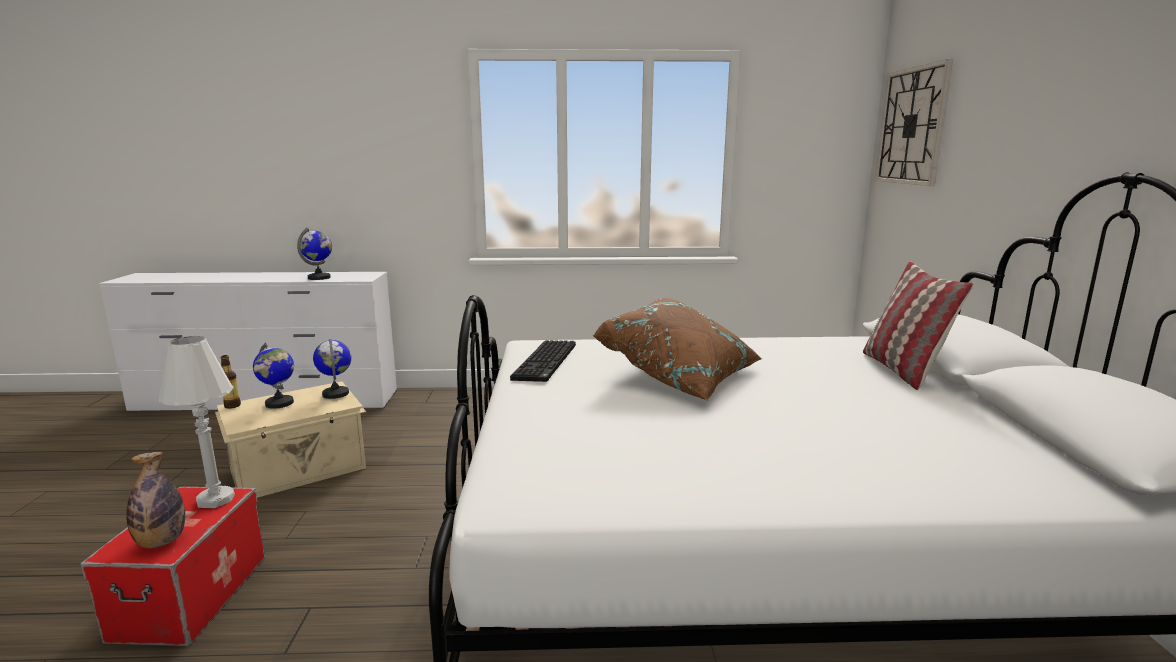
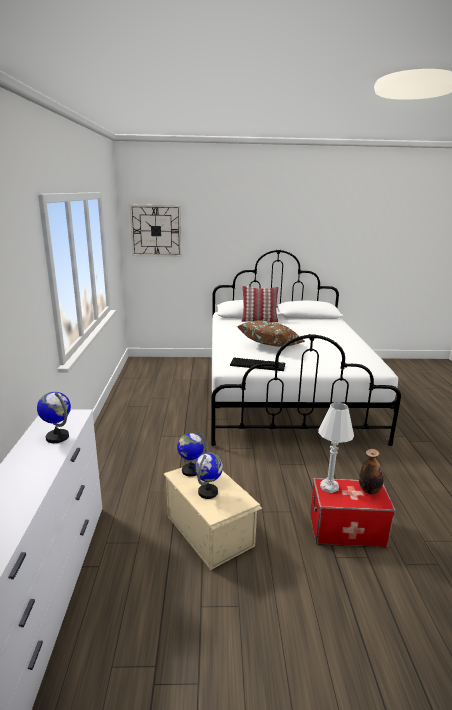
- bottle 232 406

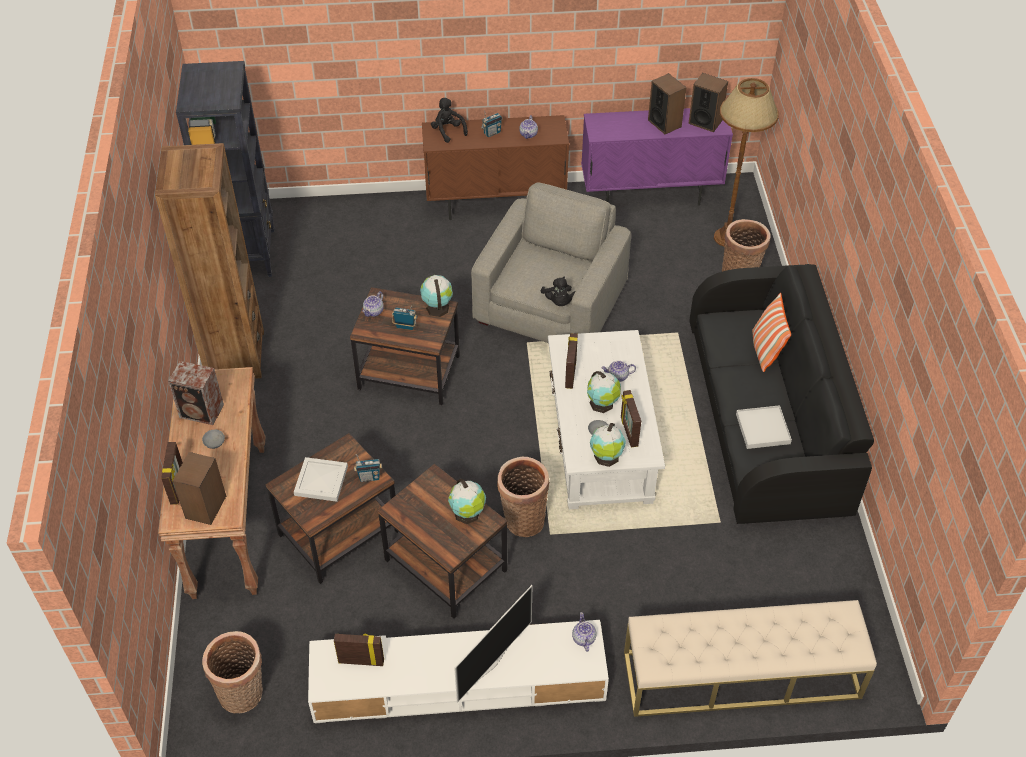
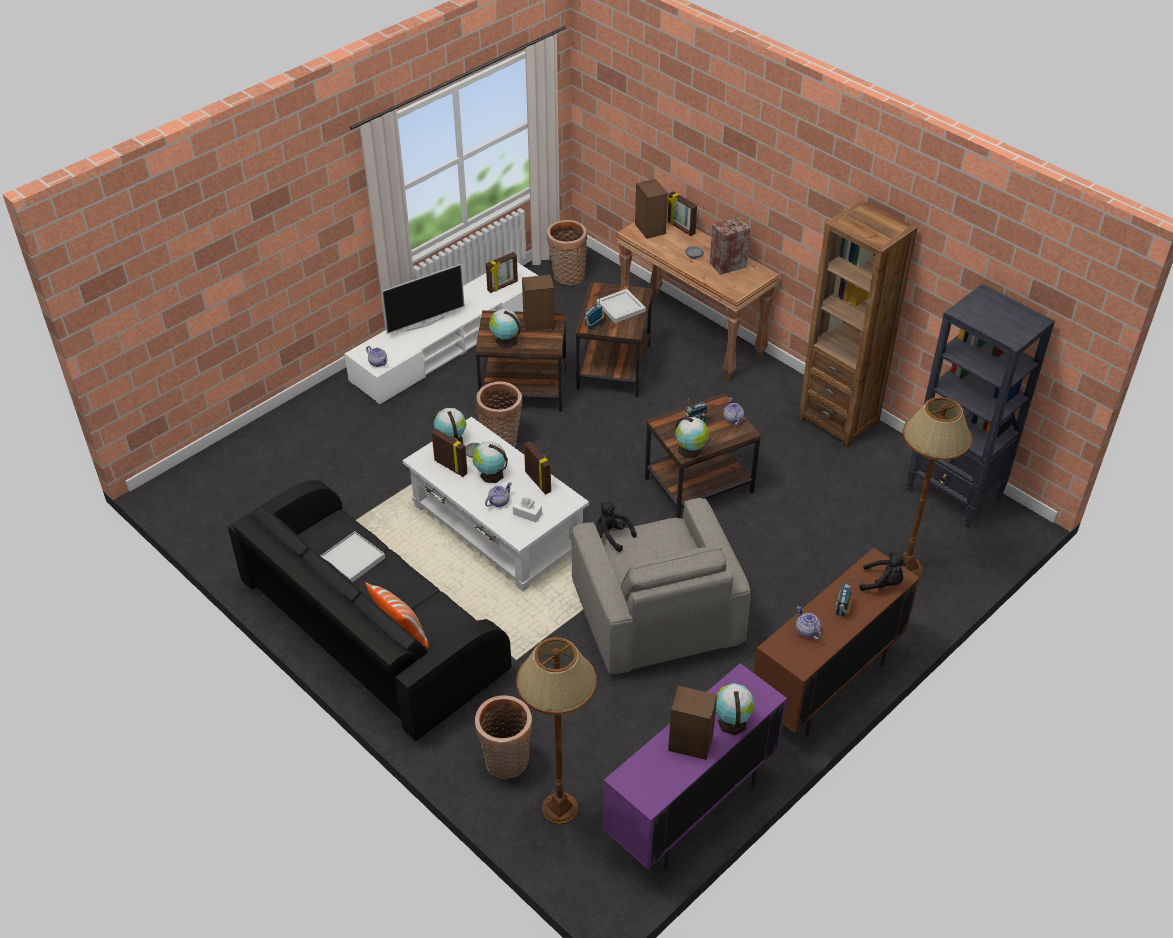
~ television 491 663 = 425 323 120 degrees counterclockwise
- bench (beige) 740 675
~ speaker 705 122 to 539 323
+ tissue box (white) 527 514
+ globe 732 721
+ floor lamp (brown) 906 568

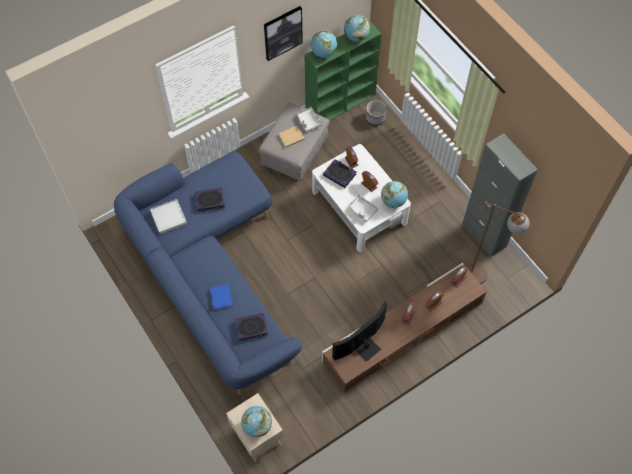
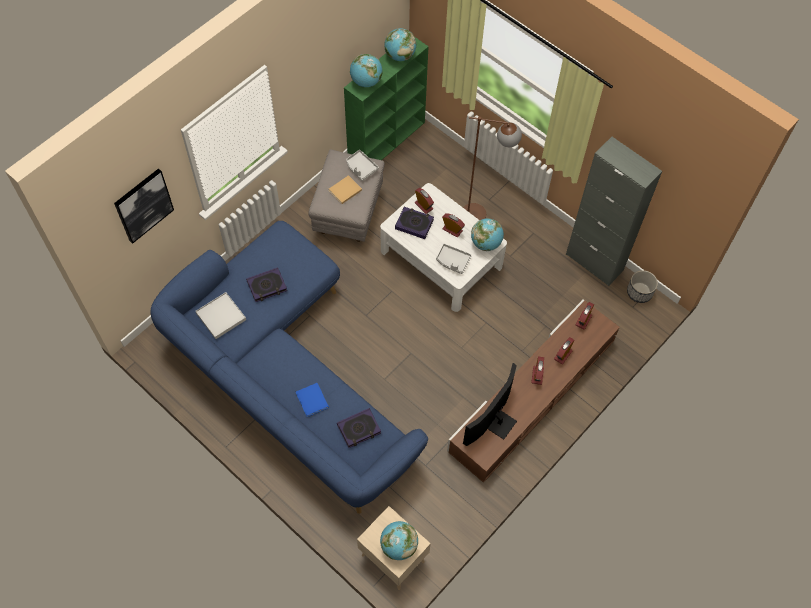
~ picture 282 32 to 143 205
~ planter 375 118 to 639 292
~ floor lamp (brown) 483 277 to 482 216

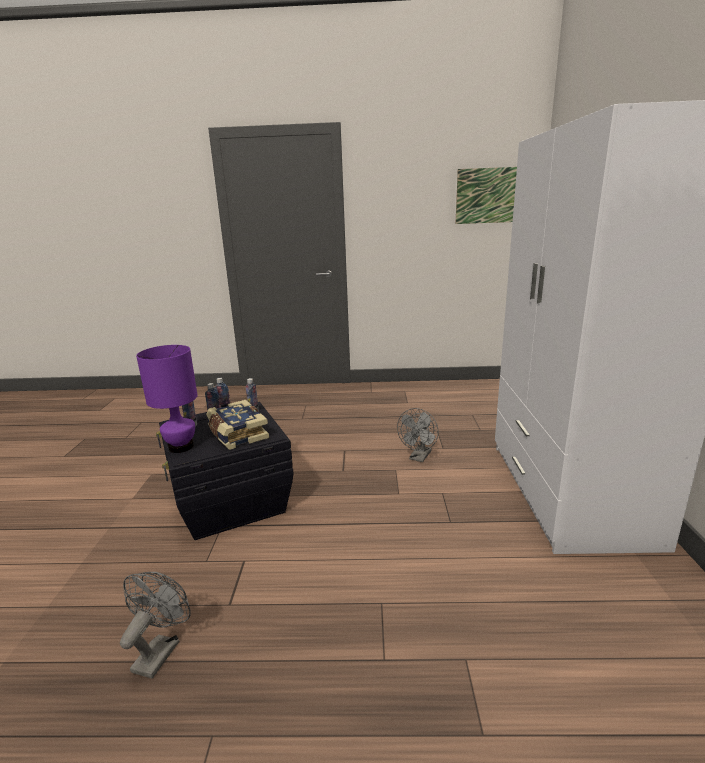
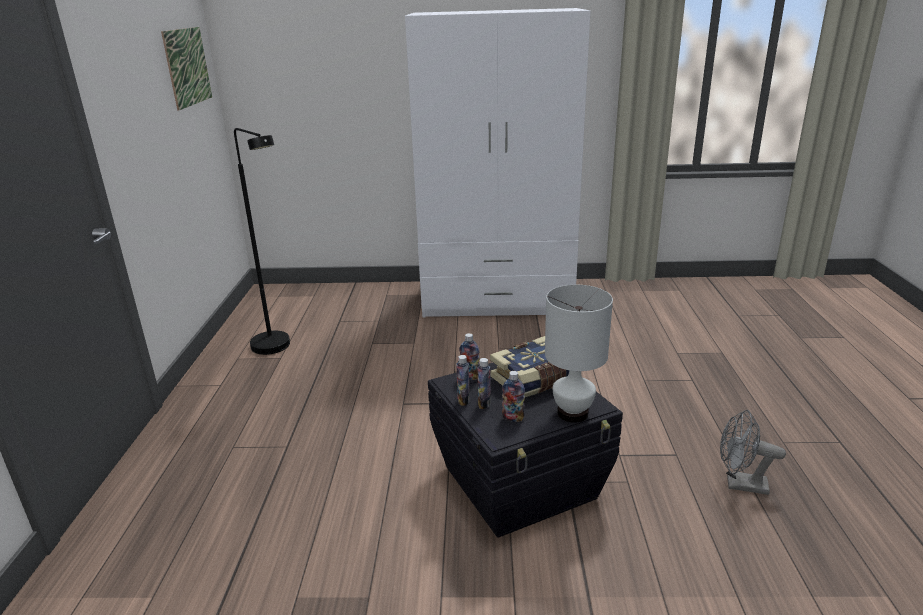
~ table lamp (purple) 181 446 to table lamp (white) 572 413
- fan (grey) 419 457
+ floor lamp (black) 277 348

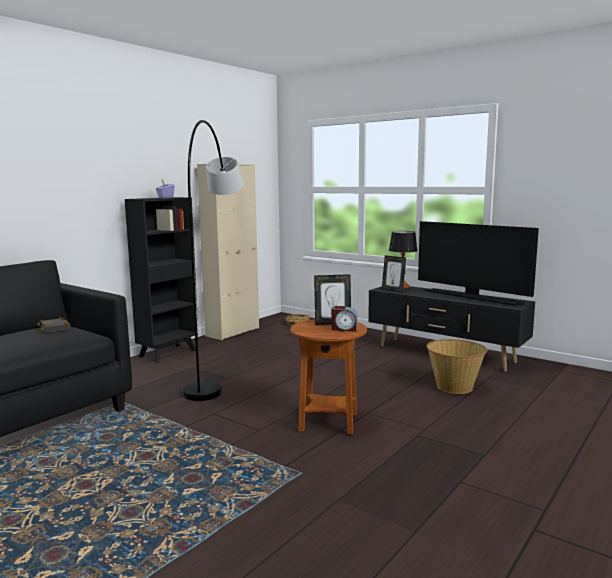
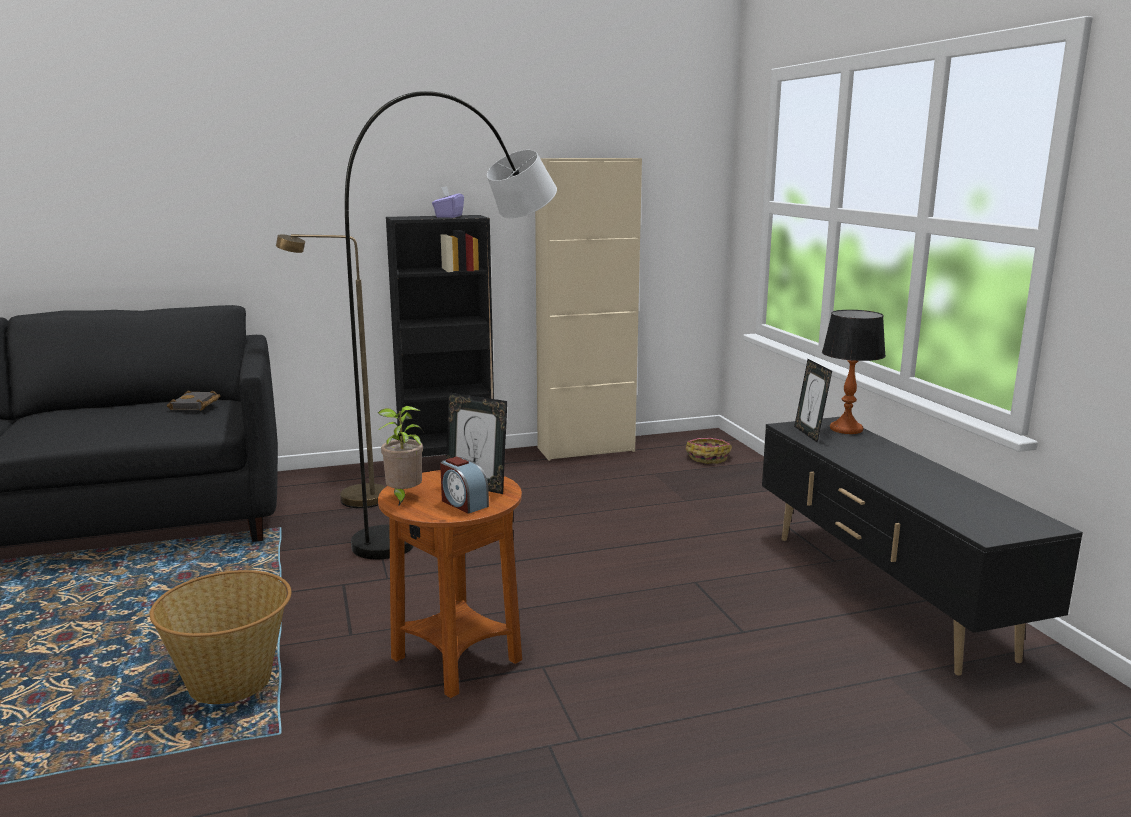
- television 472 297
~ basket 454 387 to 232 682
+ floor lamp (brown) 350 499
+ potted plant 403 497

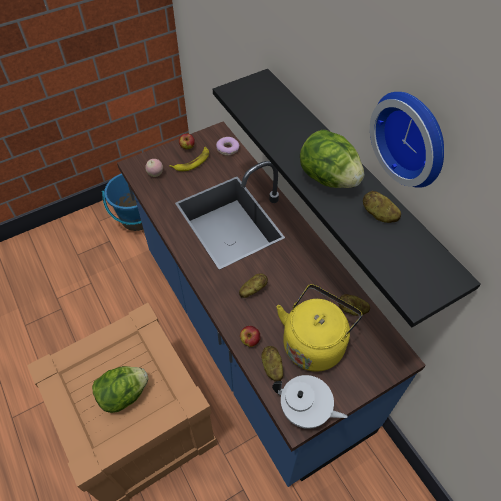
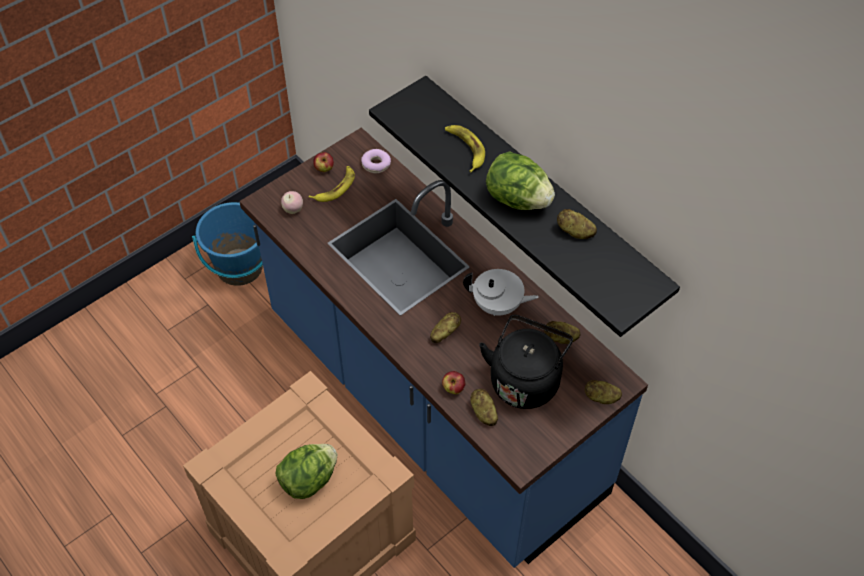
~ teapot (white) 305 410 to 498 305
~ kettle (yellow) 314 342 to kettle (black) 525 379
- wall clock 413 137
+ banana 465 149
+ potato 601 398

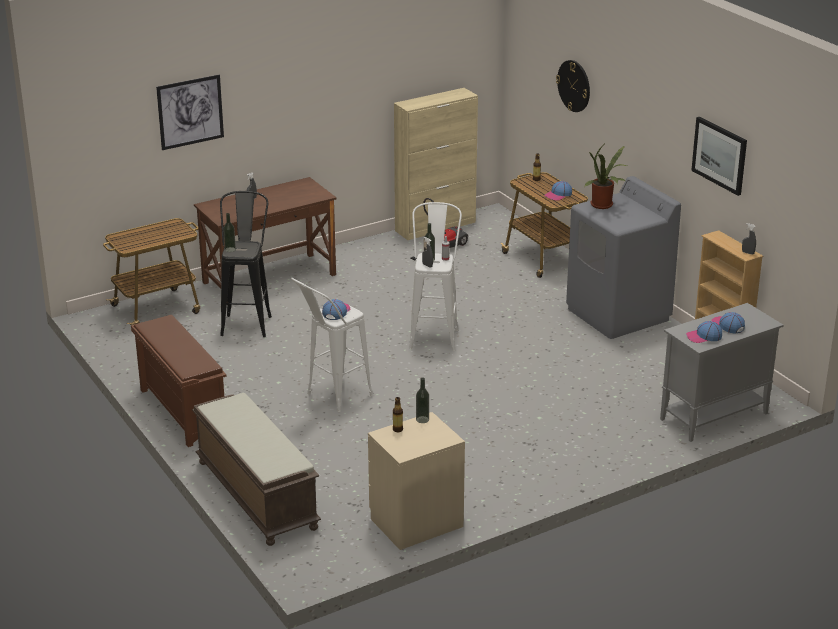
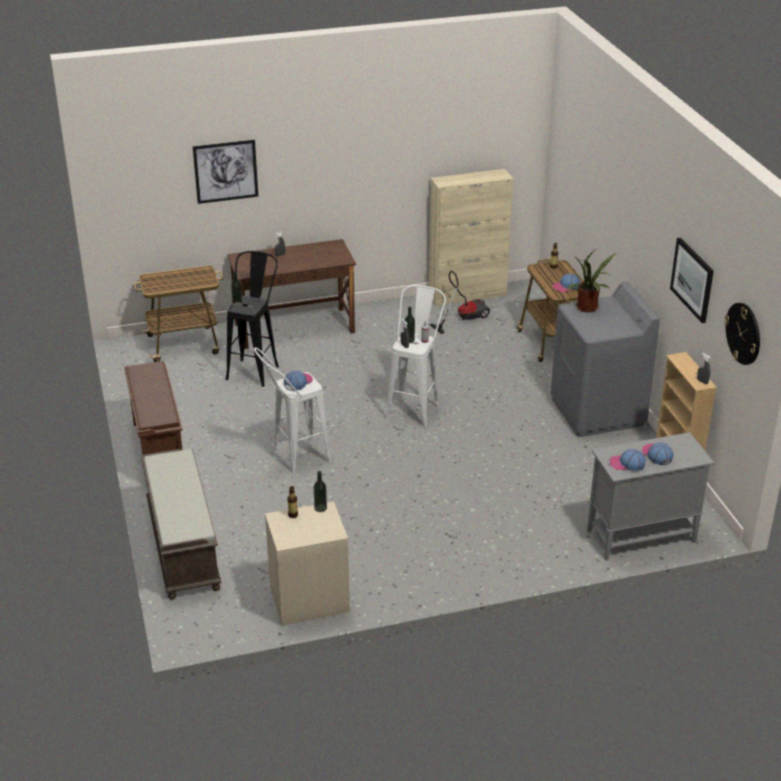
~ wall clock 574 86 to 743 333

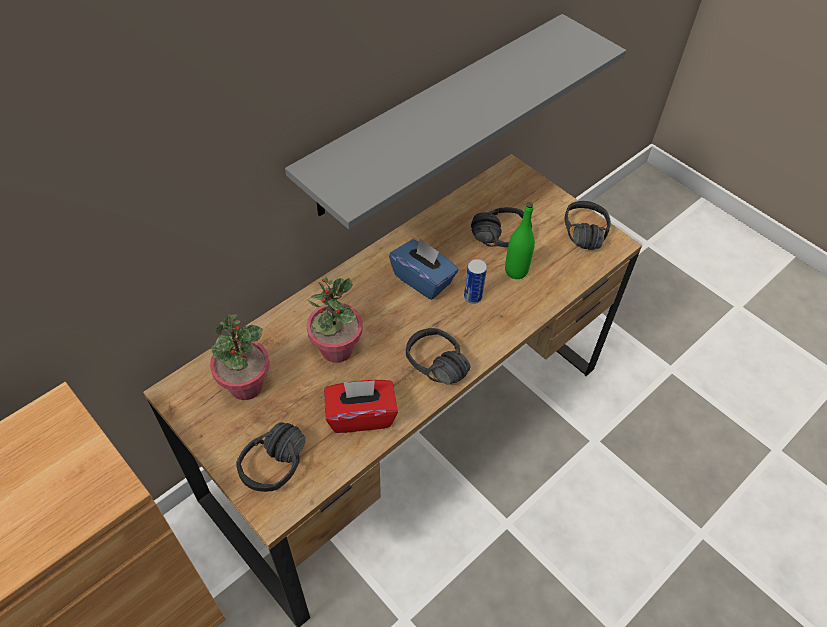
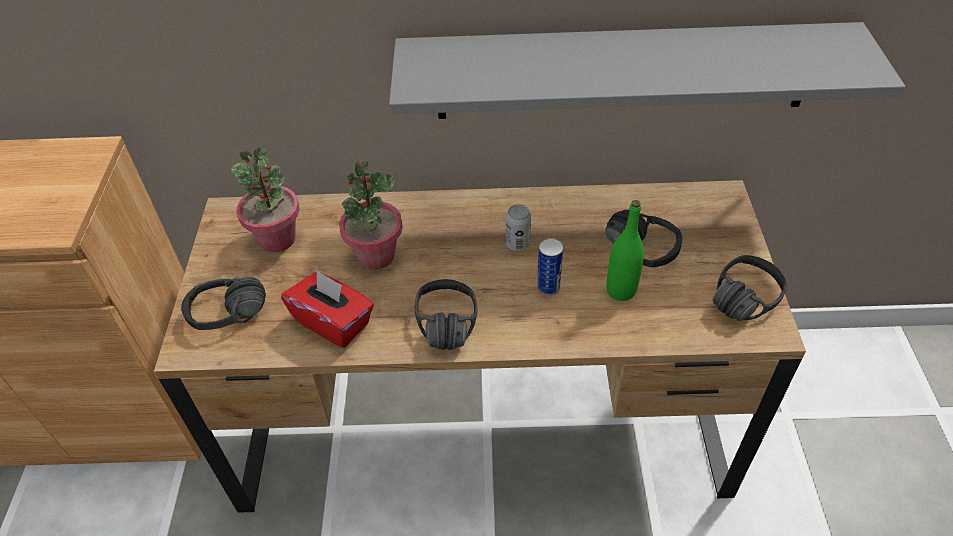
~ tissue box (blue) 423 279 to can 518 244

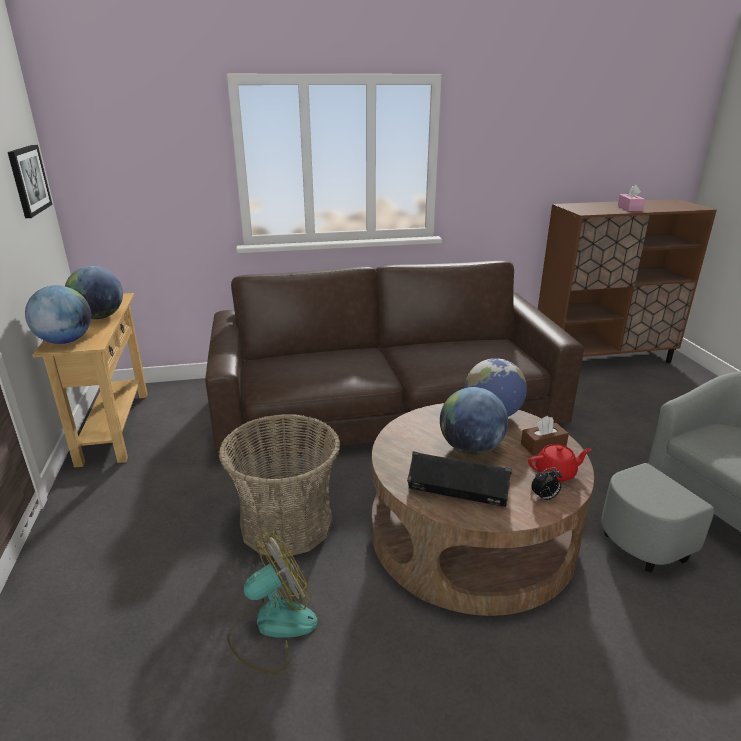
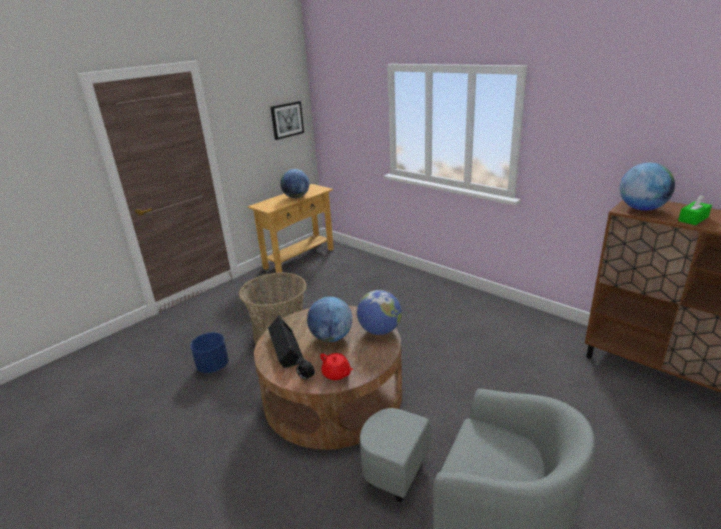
~ globe 65 341 to 641 209
- sofa (brown) 386 407
~ fan 272 627 to planter (blue) 213 366
- tissue box (brown) 543 446
~ tissue box (pink) 629 208 to tissue box (green) 693 219

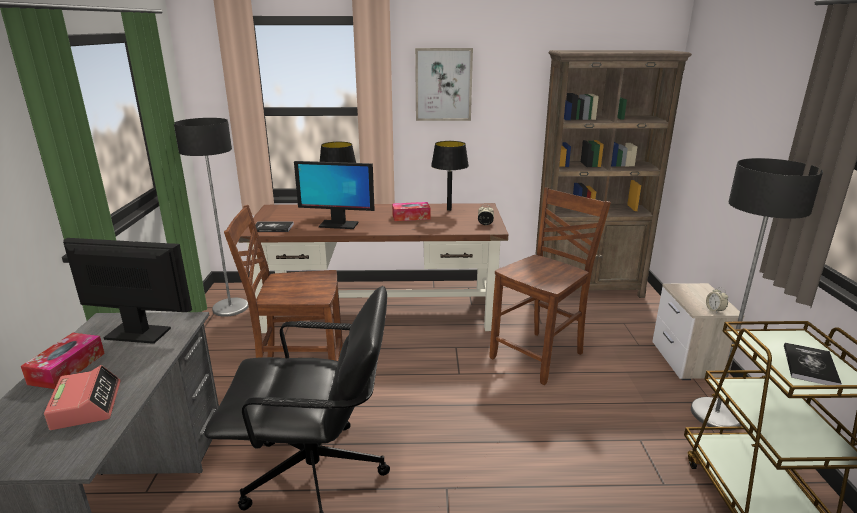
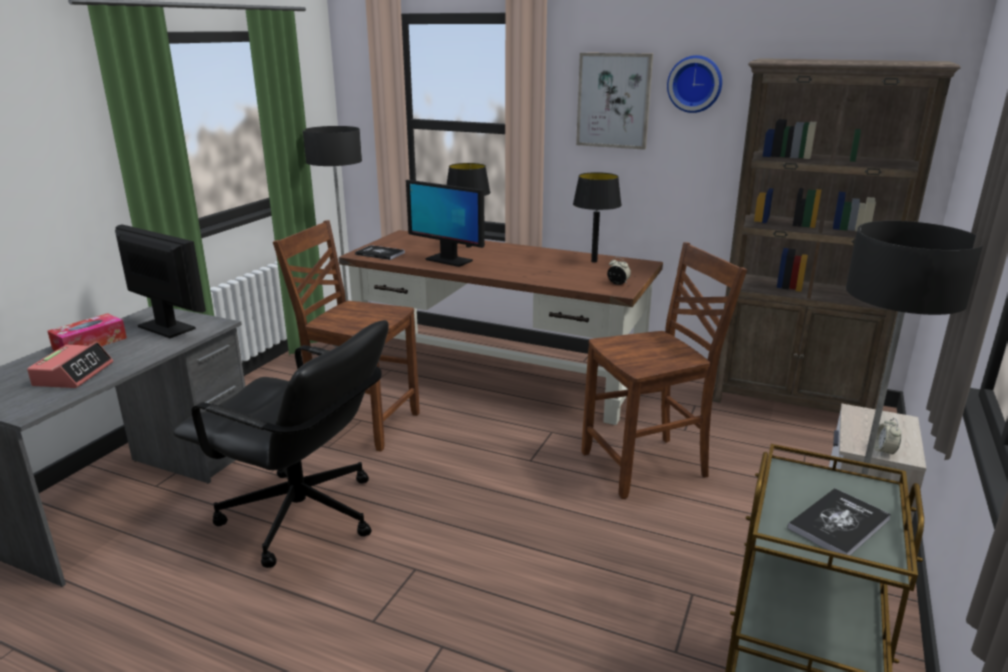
- tissue box 411 217
+ wall clock 695 84

